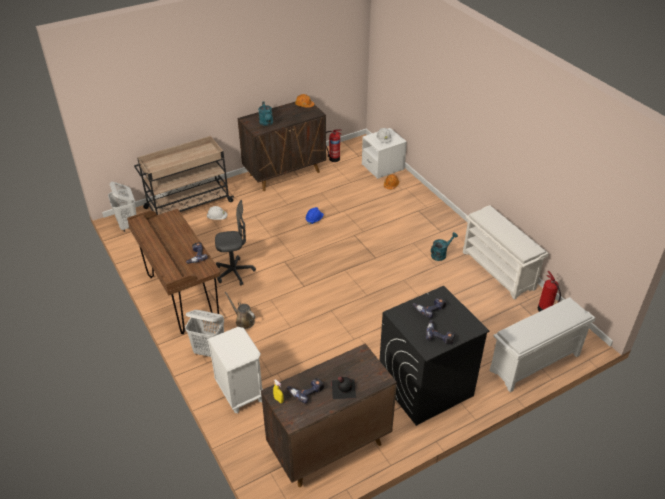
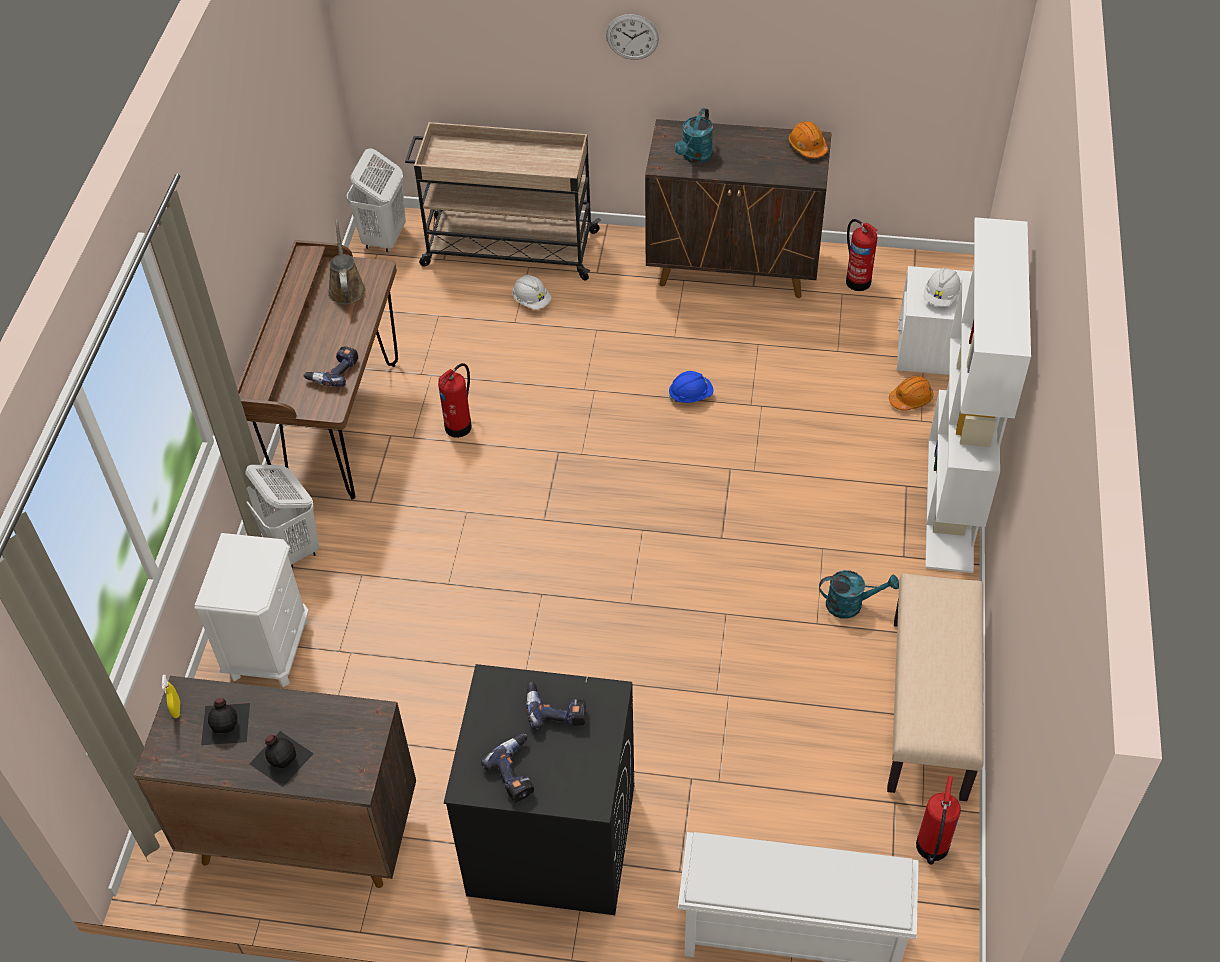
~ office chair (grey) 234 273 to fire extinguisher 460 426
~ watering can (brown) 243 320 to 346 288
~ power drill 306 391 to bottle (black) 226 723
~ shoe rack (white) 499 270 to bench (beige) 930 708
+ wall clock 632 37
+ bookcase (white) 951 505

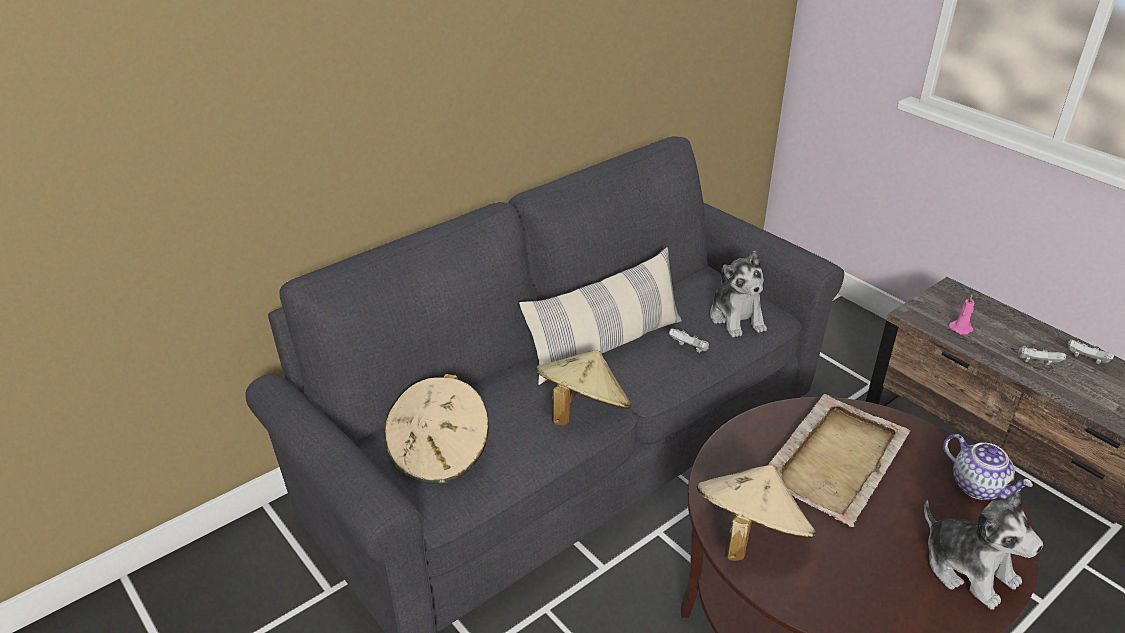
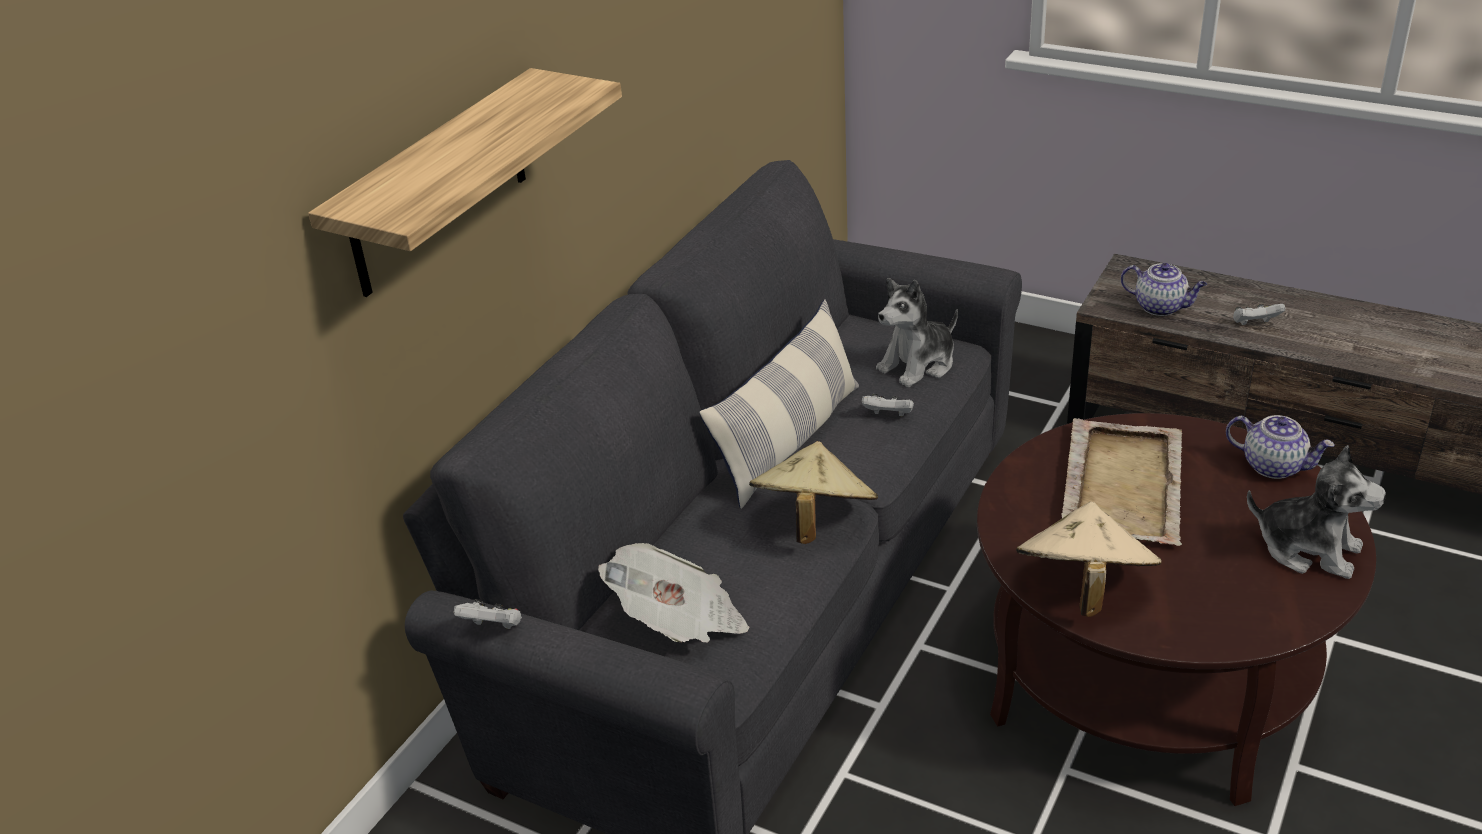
~ hat (beige) 440 453 to newspaper 679 622
~ plush toy 736 318 = 918 365 90 degrees clockwise
~ candle (pink) 961 328 to teapot 1161 307
~ game controller (white) 1085 360 to 493 627
+ shelf 438 184

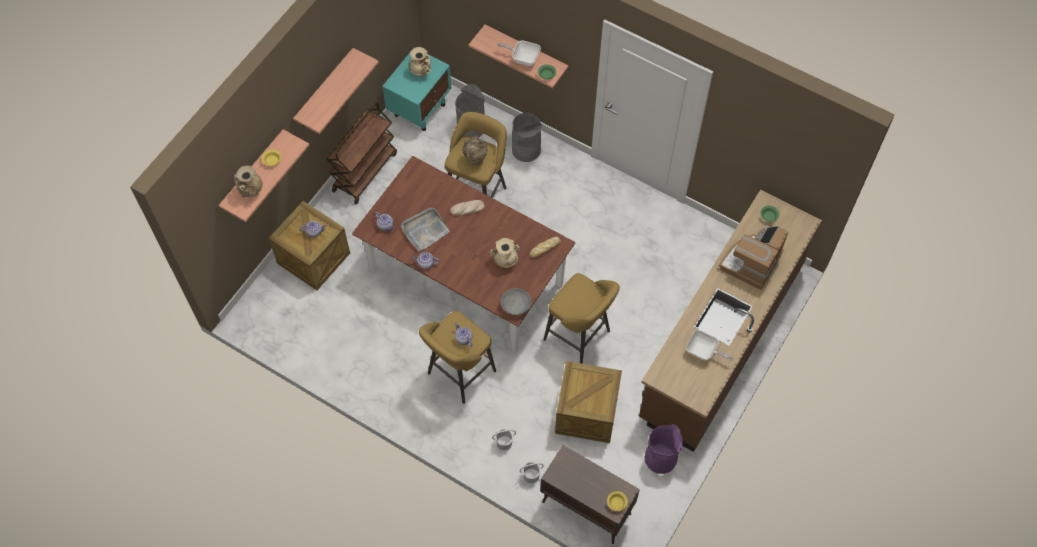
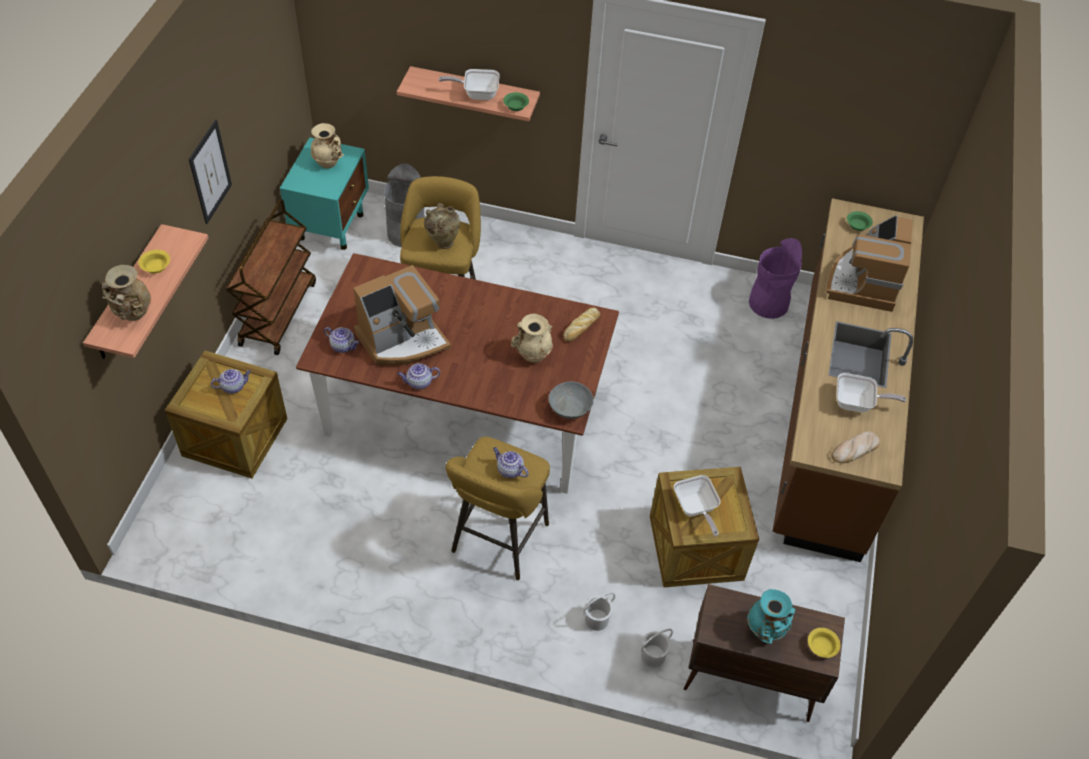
~ shelf 325 90 to picture 210 172
~ tray (grey) 425 230 to coffee machine 403 340
~ bread 467 209 to 854 449
- trash can (grey) 526 150
- stool (yellow) 580 337
~ trash can (purple) 660 458 to 768 303
+ frying pan 695 509
+ vase (turquoise) 766 630

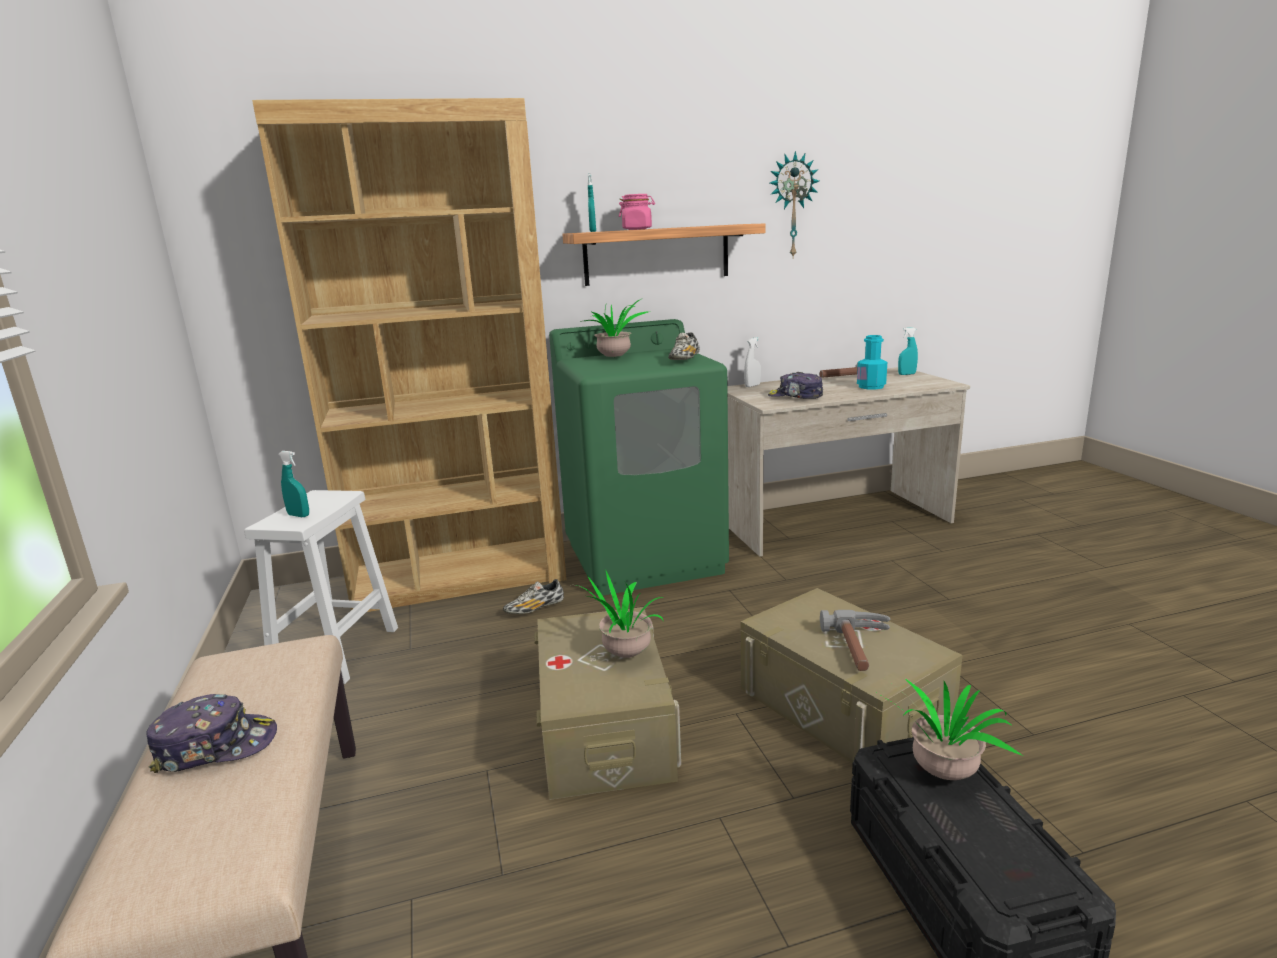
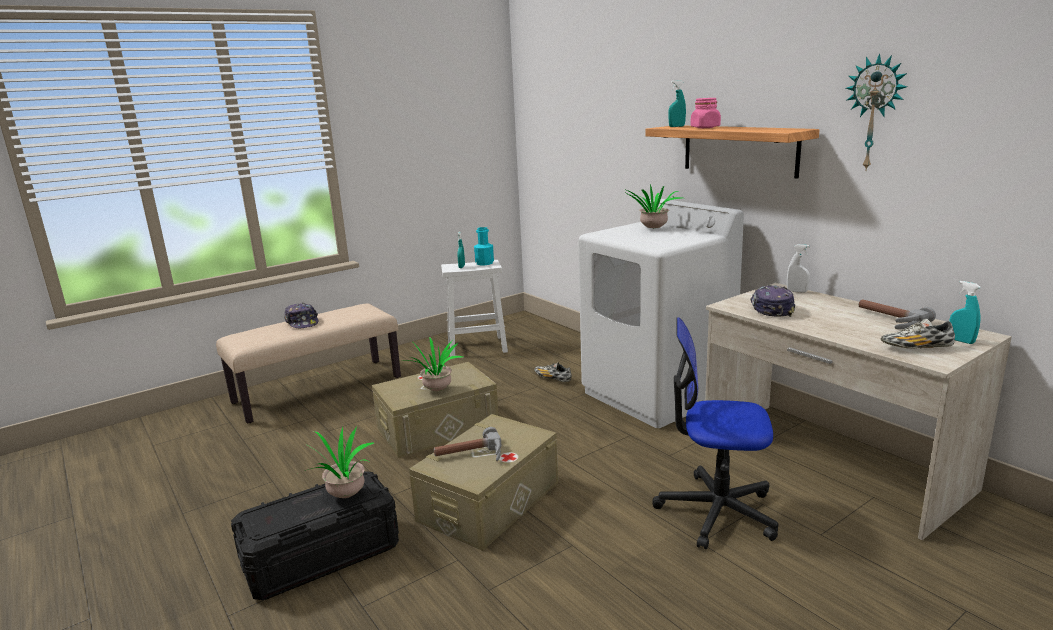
- bookcase (brown) 460 578
~ washing machine (green) 645 557 to washing machine (white) 657 394
~ shoe 684 360 to 916 348
~ bottle (turquoise) 871 387 to 484 263
+ office chair 716 511

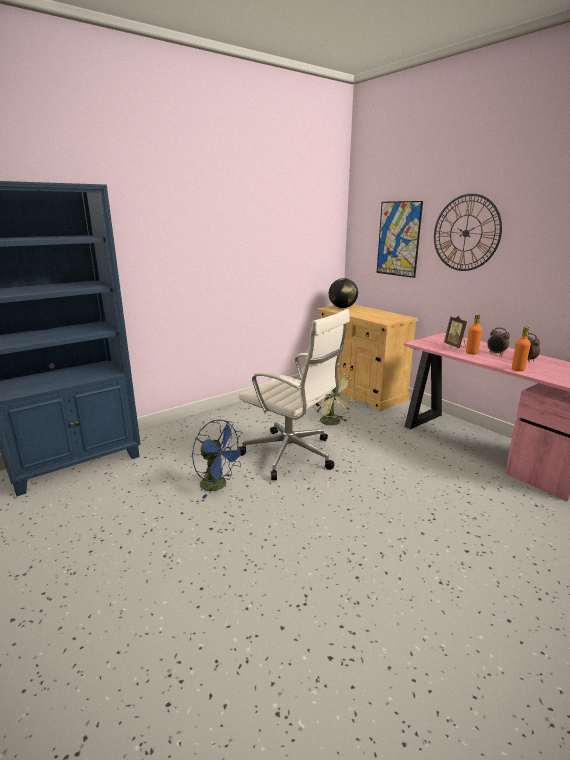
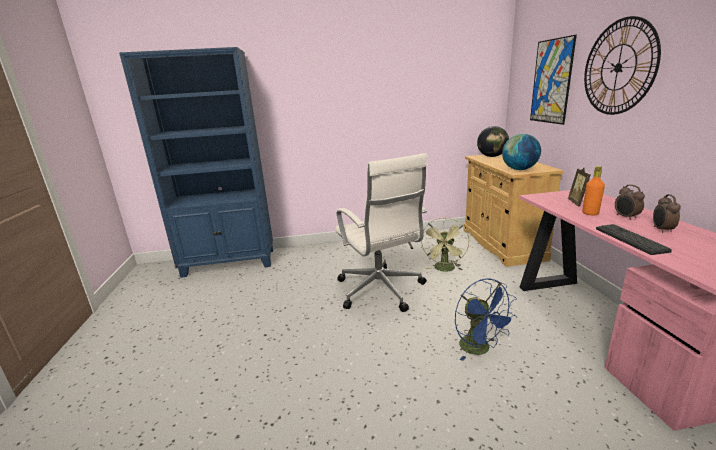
~ fan (blue) 218 485 to 480 349
~ bottle (orange) 518 369 to keyboard 630 239
+ globe 519 169

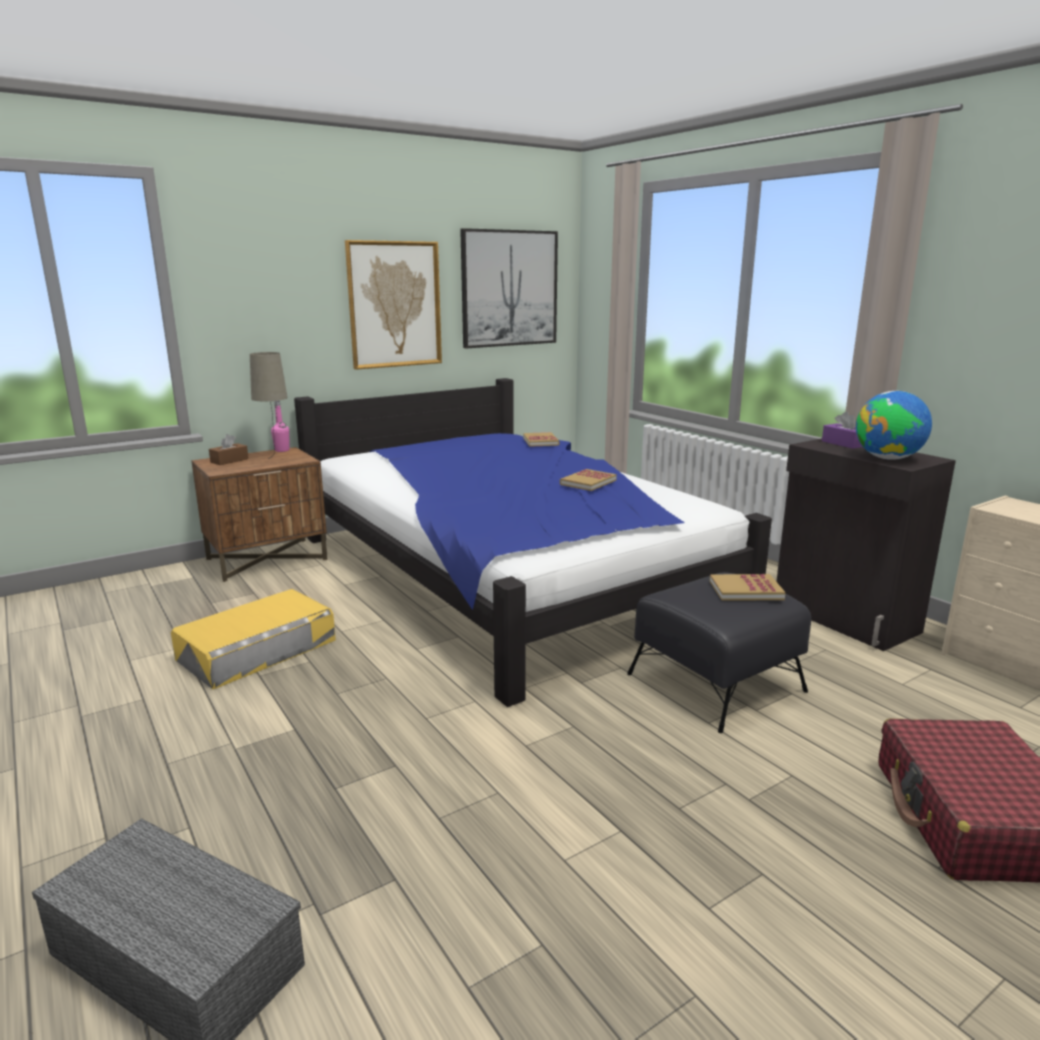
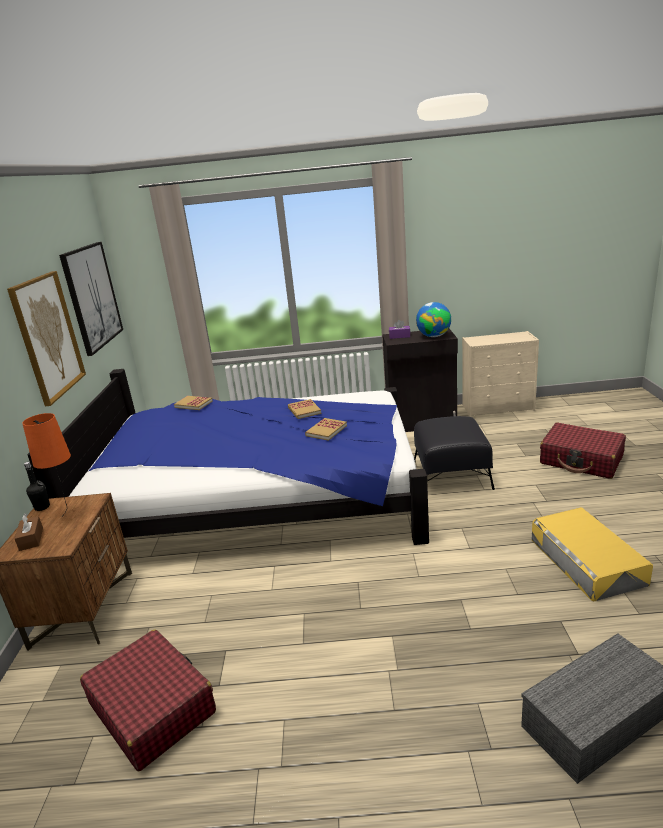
~ storage box (yellow) 257 650 to 587 561
~ table lamp (beige) 276 459 to table lamp (orange) 69 513
~ bottle (pink) 282 450 to bottle (black) 42 507
~ book 745 590 to 326 430
+ suitcase (red) 152 707

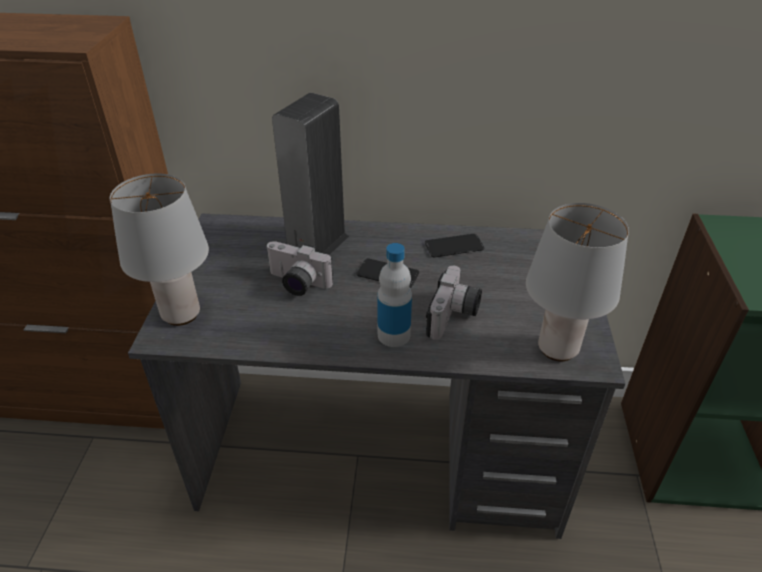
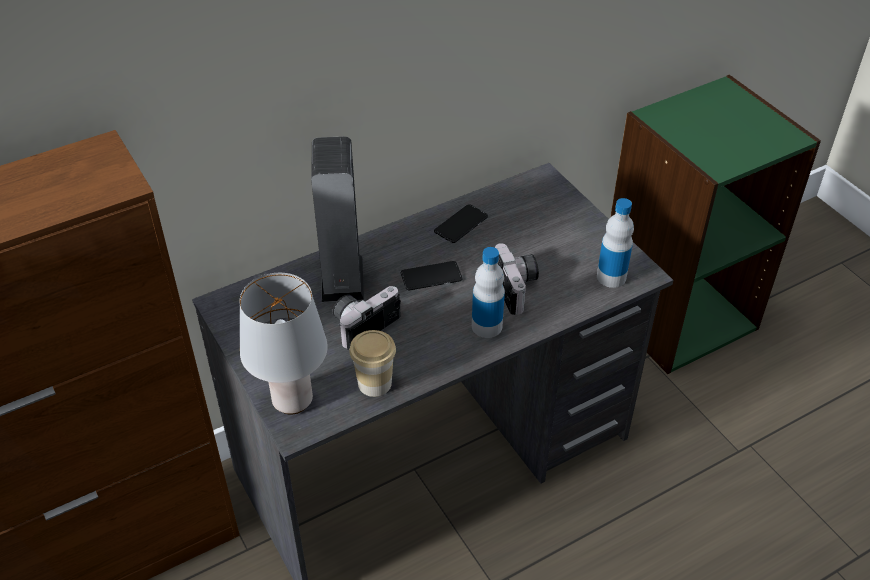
~ photo camera 296 284 = 363 323 150 degrees clockwise
~ table lamp (grey) 557 349 to bottle 611 277
+ cup 374 383

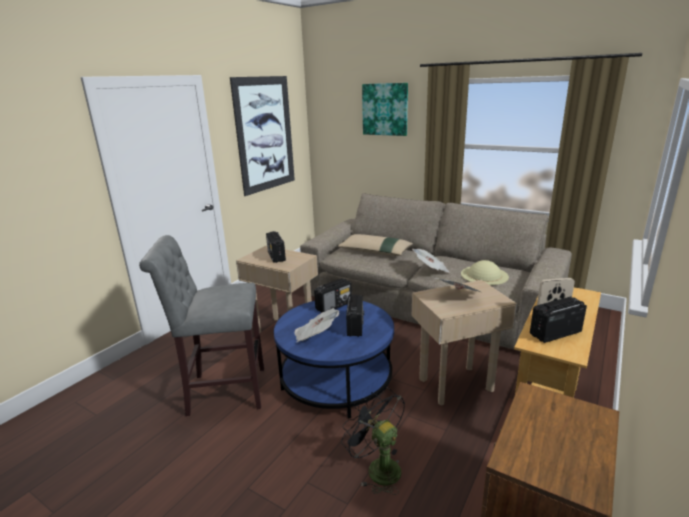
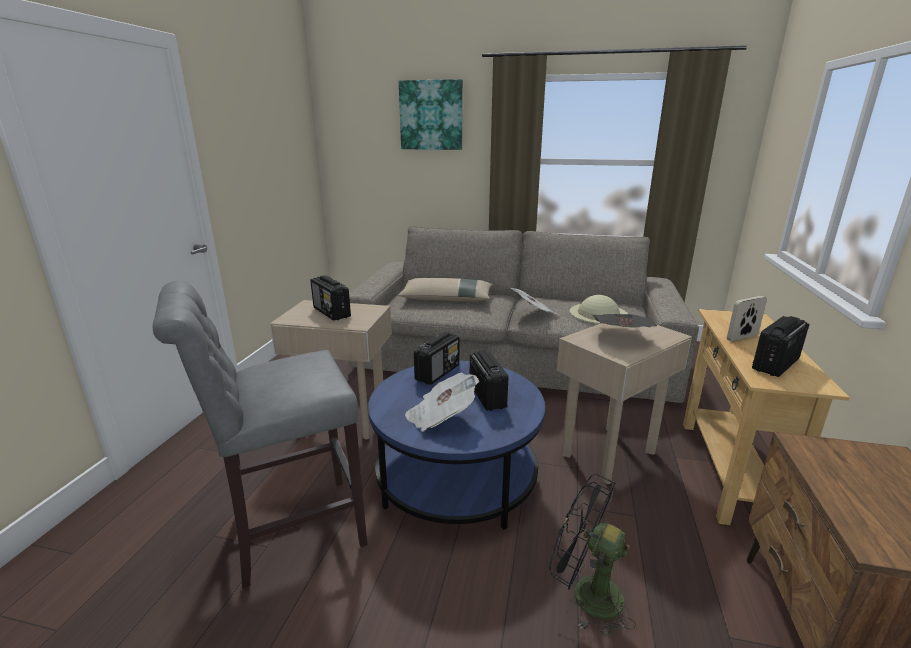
- picture 265 134

